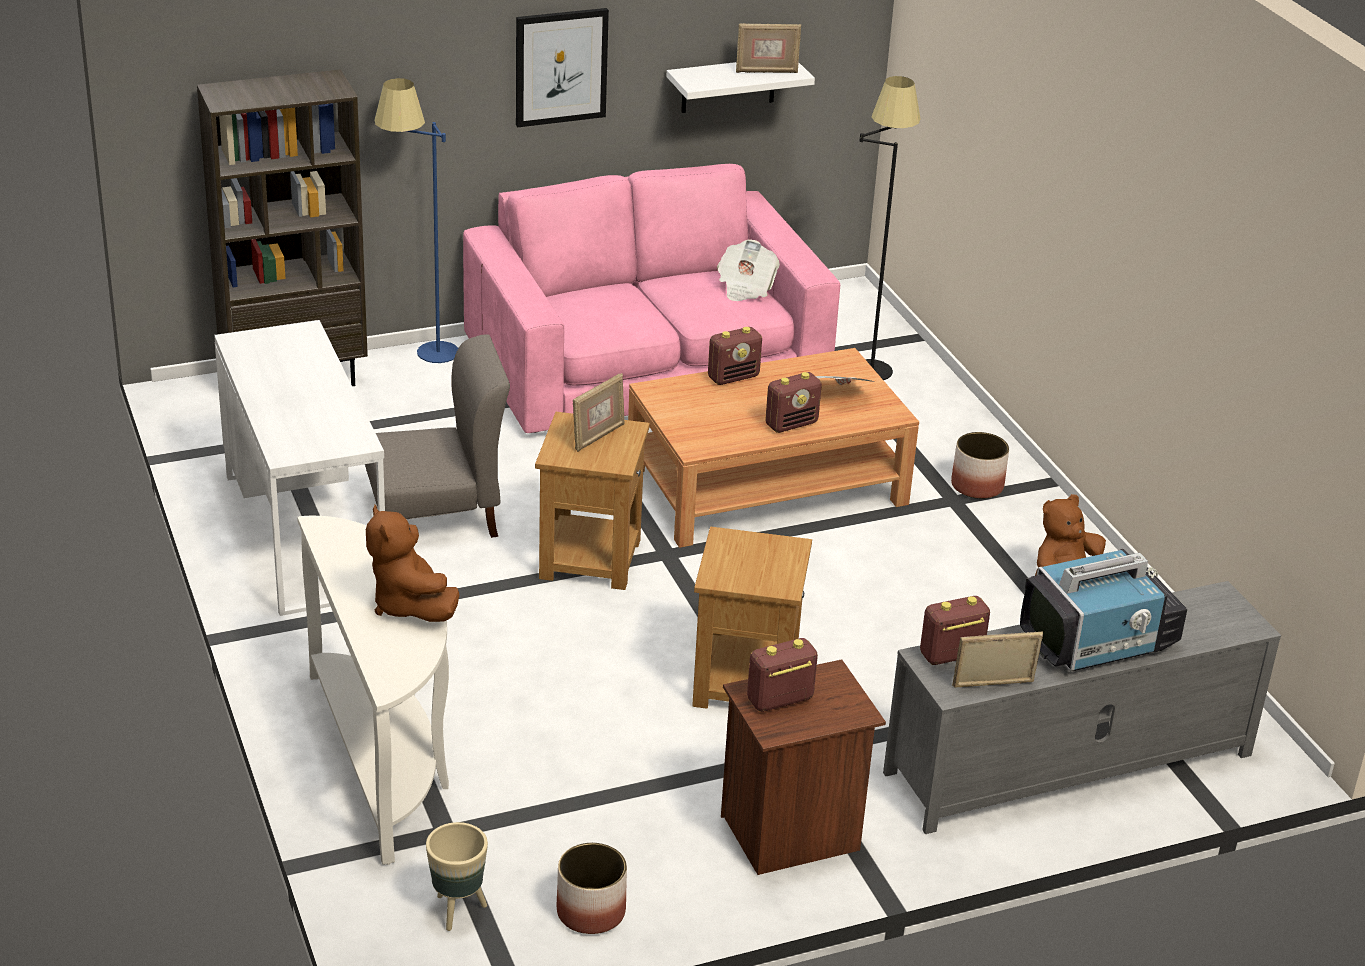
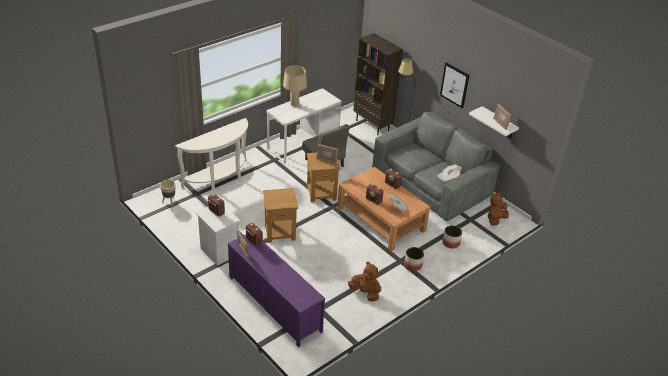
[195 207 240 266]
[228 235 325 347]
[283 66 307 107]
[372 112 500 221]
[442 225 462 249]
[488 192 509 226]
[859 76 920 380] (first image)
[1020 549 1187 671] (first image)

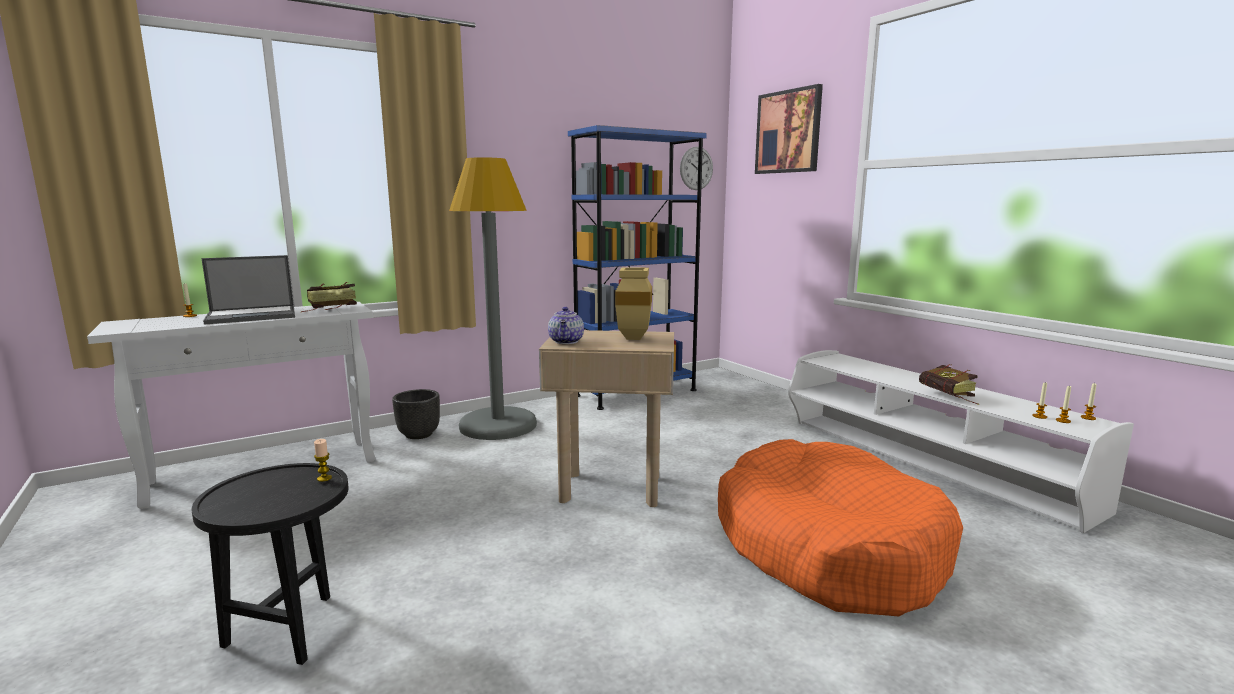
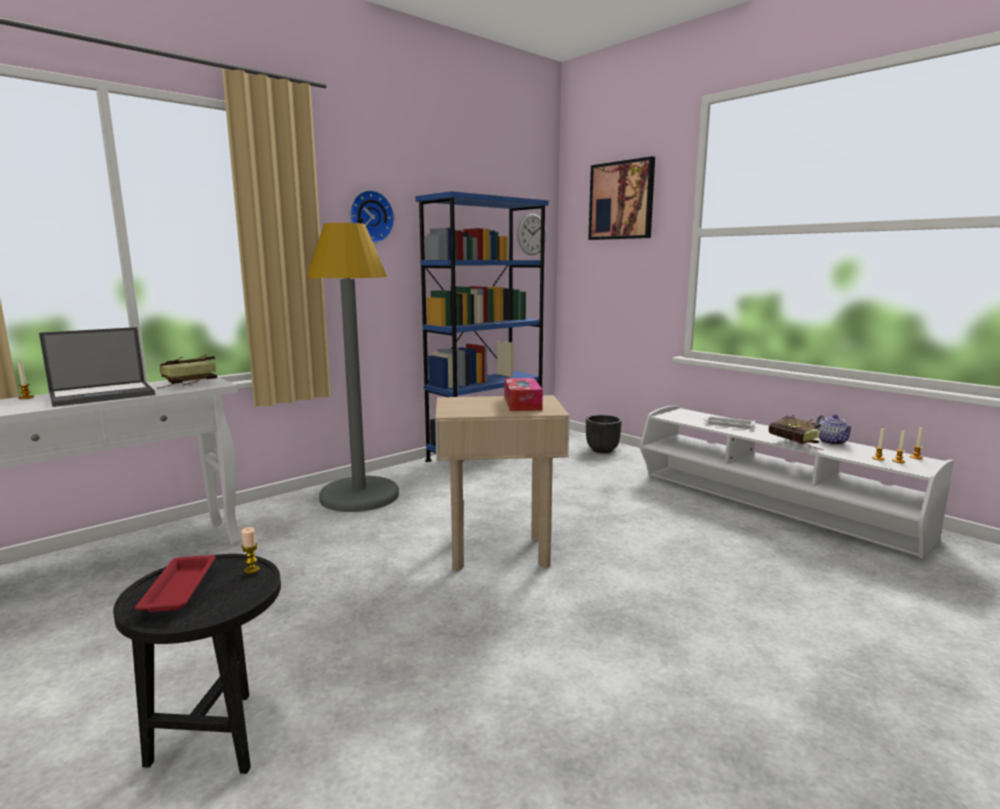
[135 555 216 612]
[349 190 395 243]
[505 378 543 411]
[586 415 622 453]
[704 416 756 429]
[817 414 853 445]
[718 439 963 616] (first image)

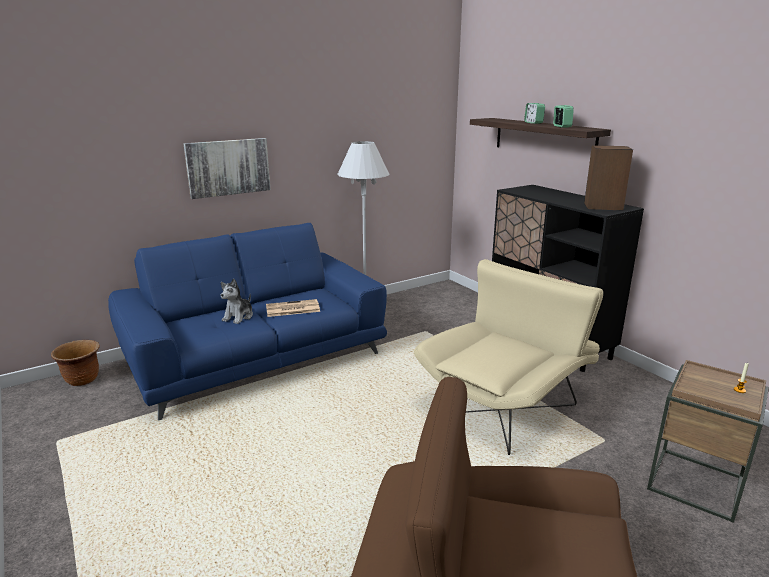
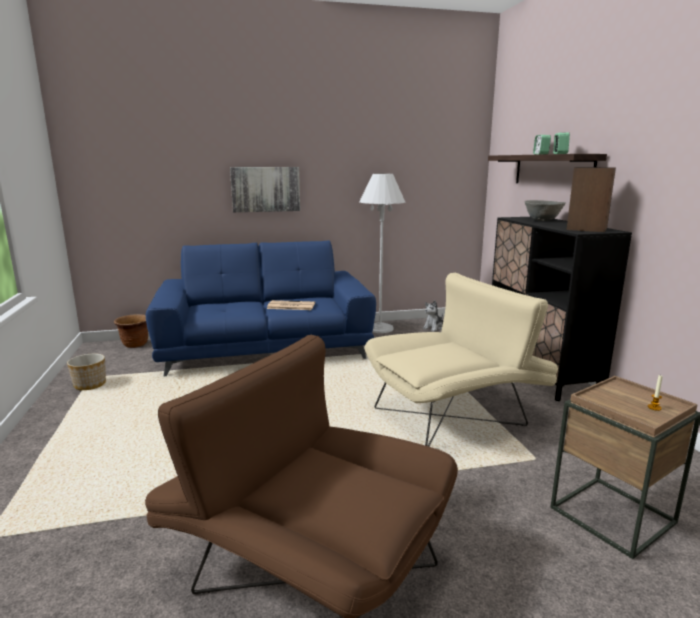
[67 354 106 391]
[423 300 443 332]
[524 200 566 221]

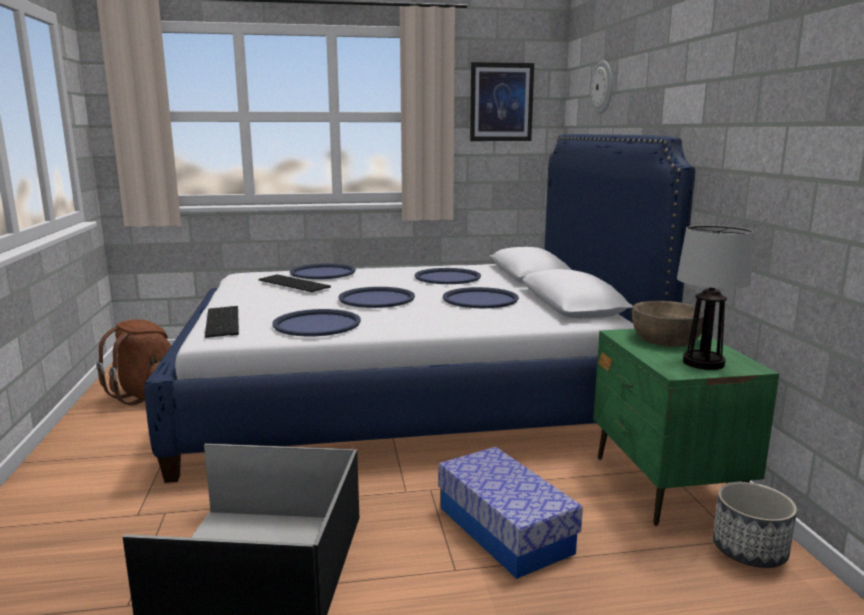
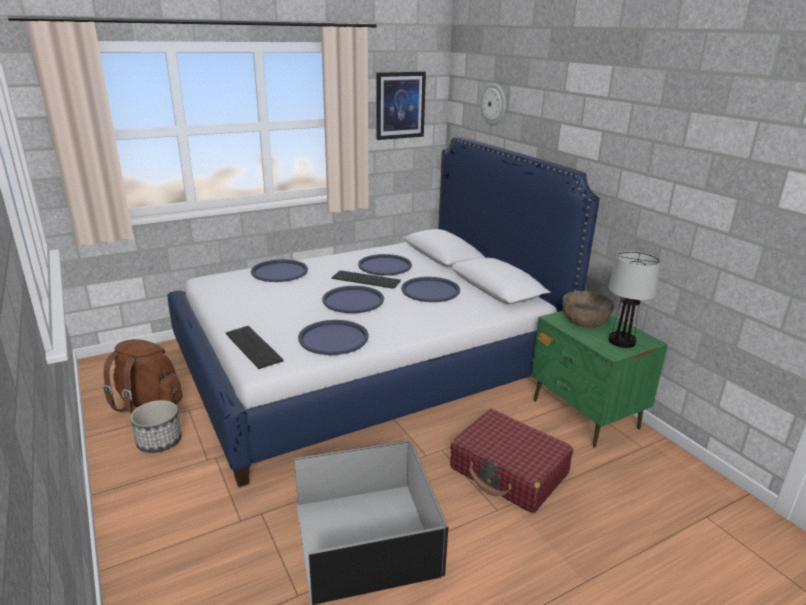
[130 400 182 453]
[332 270 401 289]
[450 409 573 513]

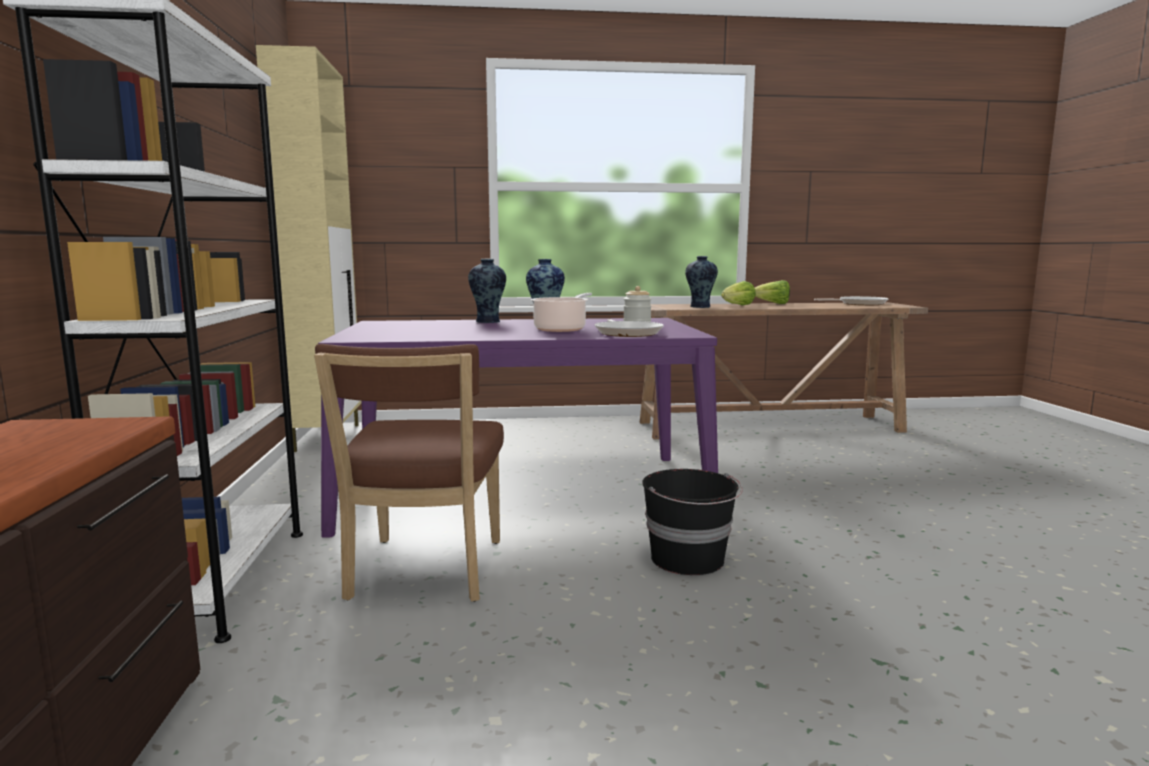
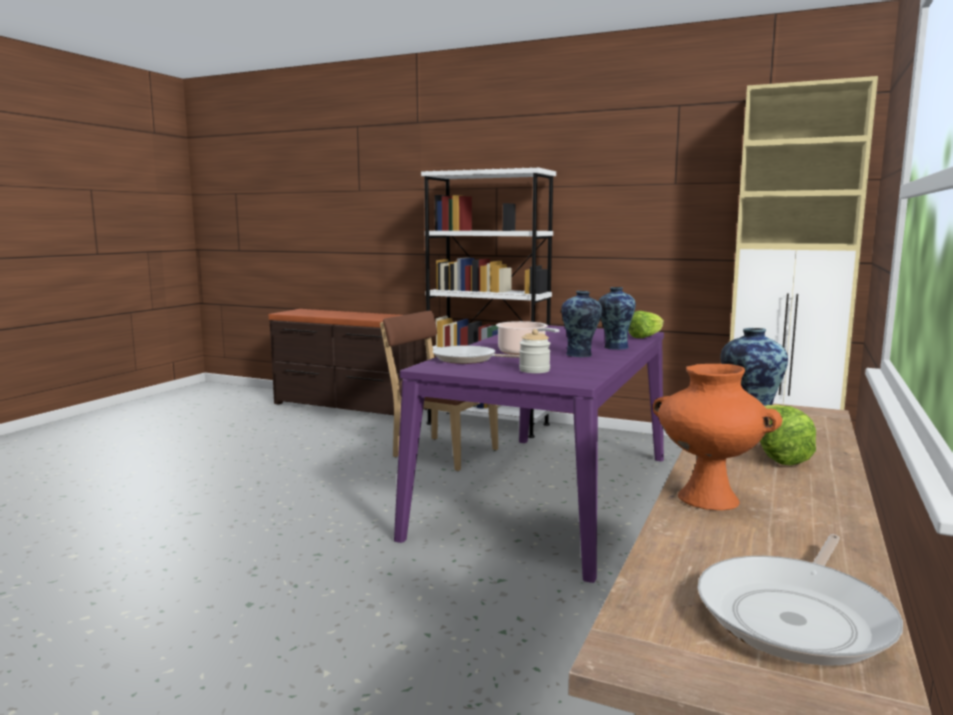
[628 311 664 338]
[653 364 783 510]
[642 469 743 575] (first image)

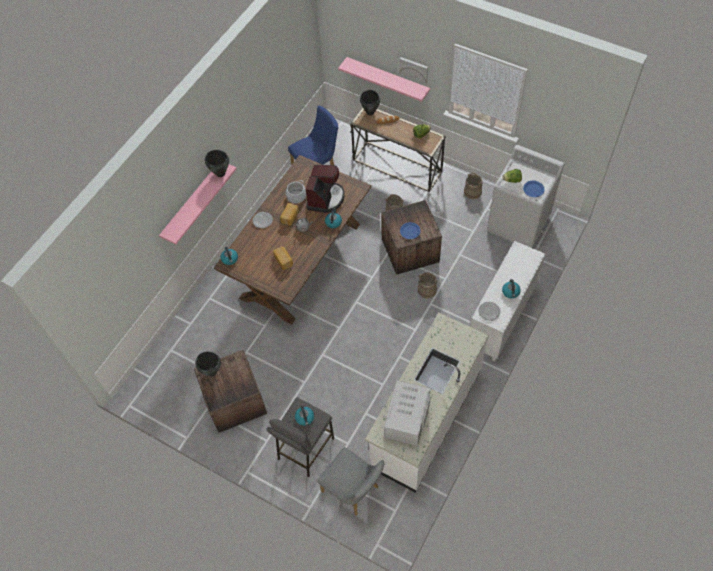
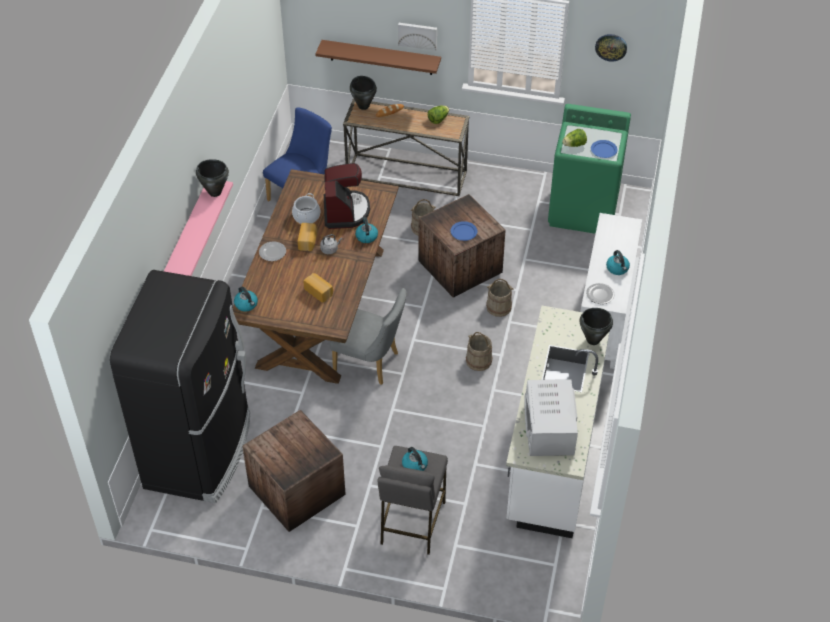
[110 270 250 503]
[316 40 441 75]
[330 288 406 385]
[466 332 492 371]
[548 104 631 234]
[580 308 613 345]
[595 34 627 62]

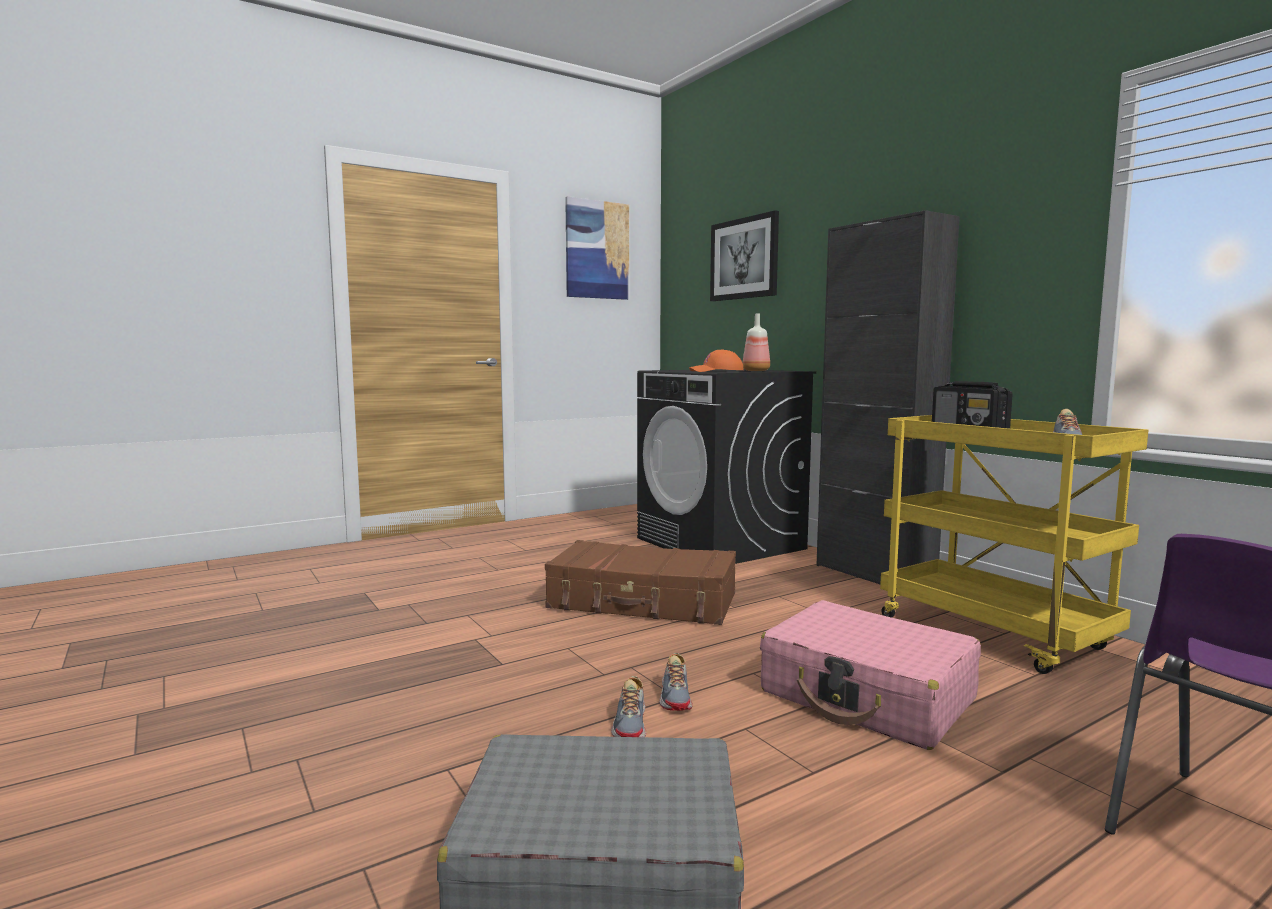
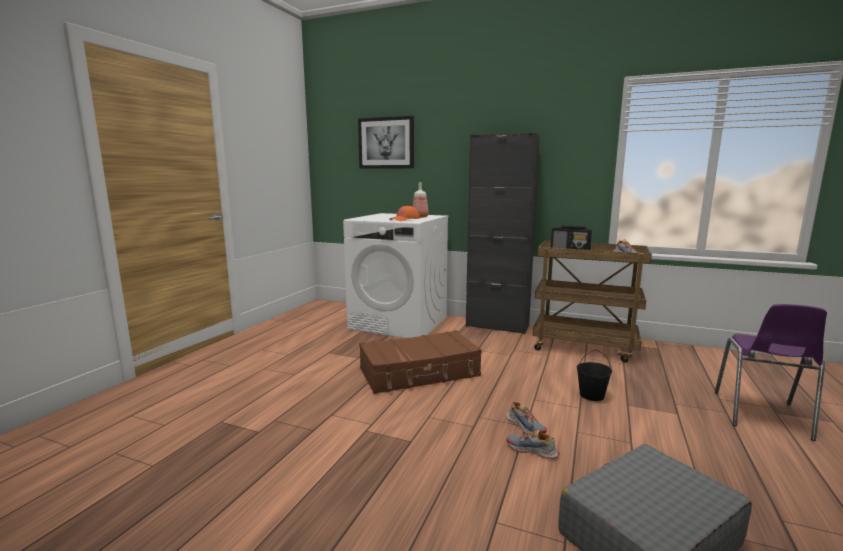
[343 213 449 338]
[507 429 560 459]
[533 240 652 362]
[577 350 612 401]
[565 196 629 300] (first image)

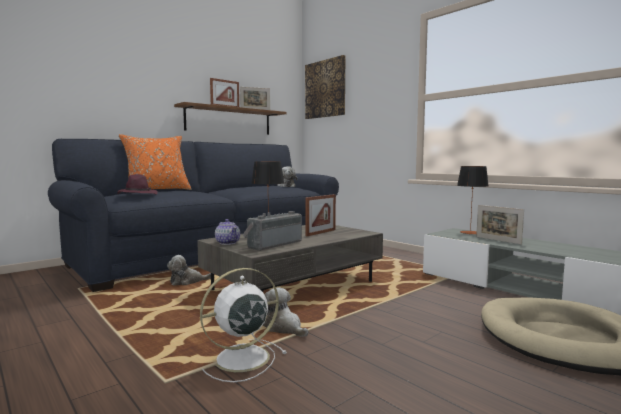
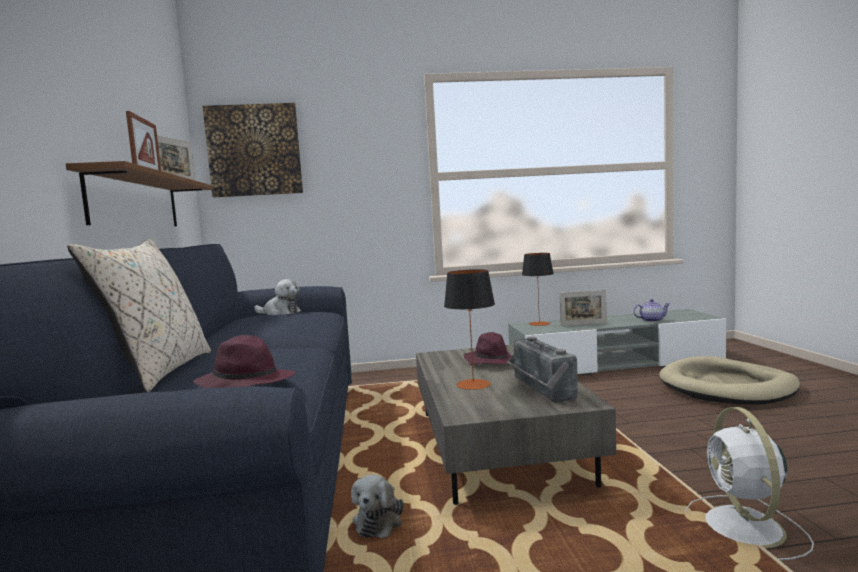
[67 239 211 392]
[464 332 512 365]
[633 299 670 322]
[263 287 309 337] (first image)

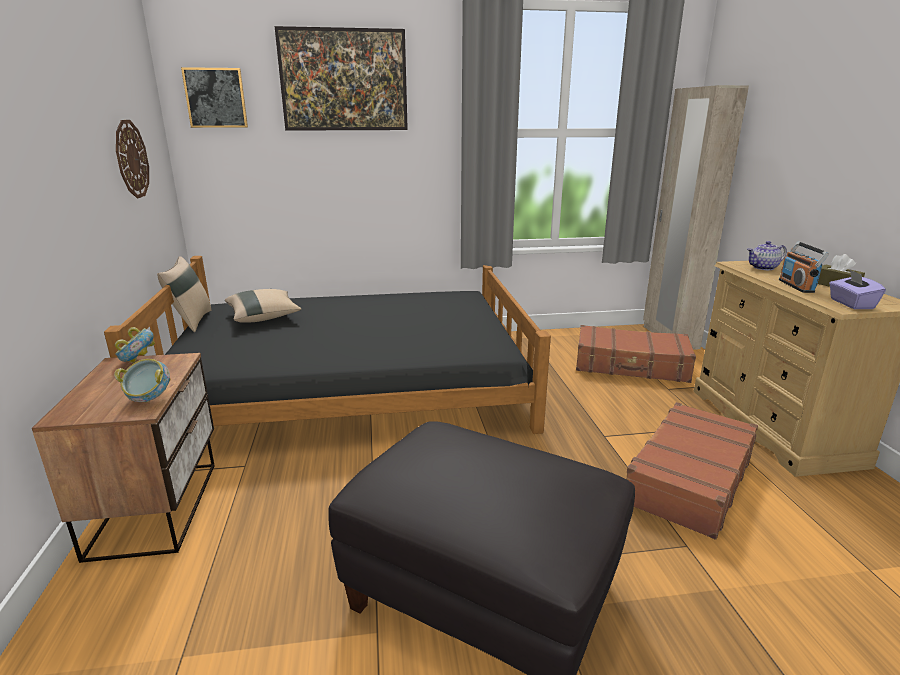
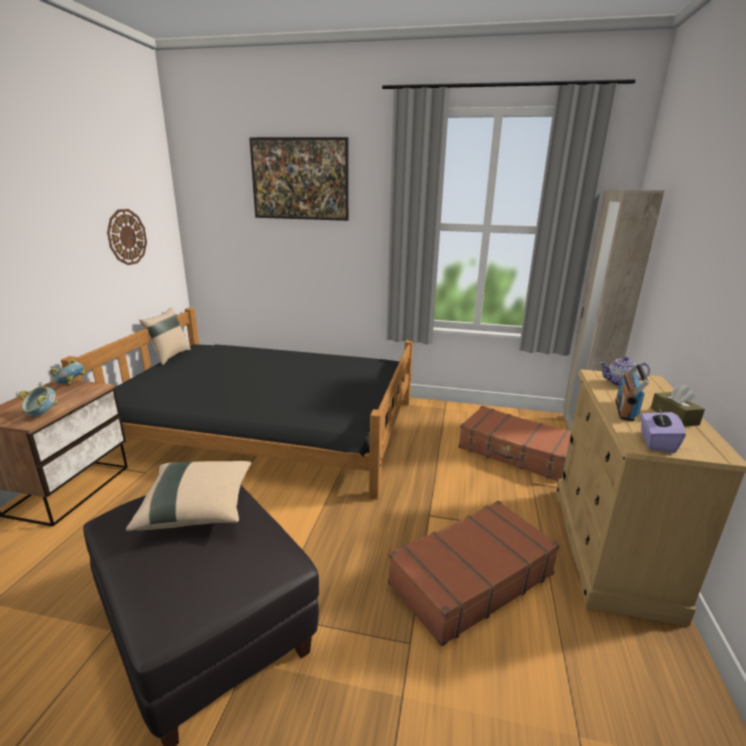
[126 461 251 531]
[181 67 248 128] (first image)

